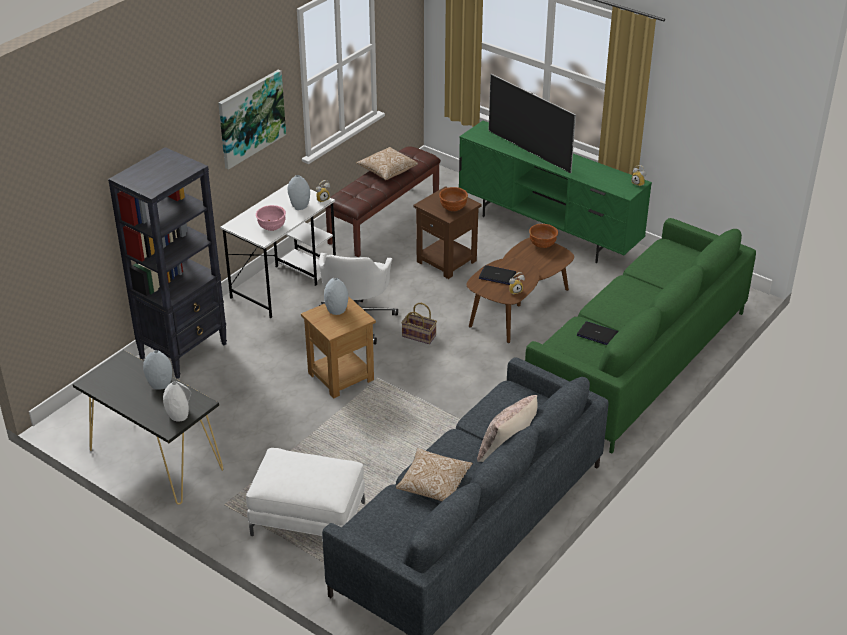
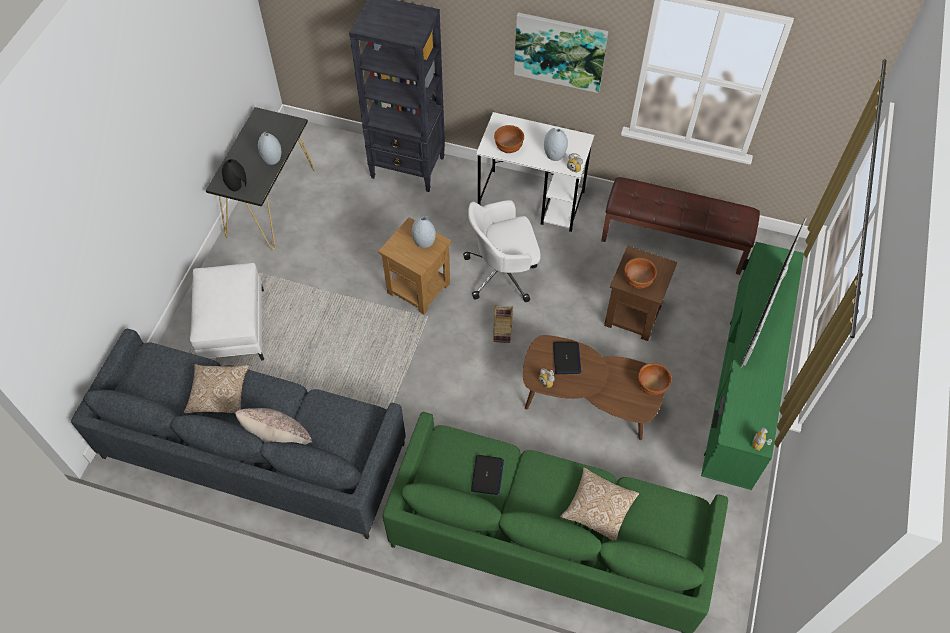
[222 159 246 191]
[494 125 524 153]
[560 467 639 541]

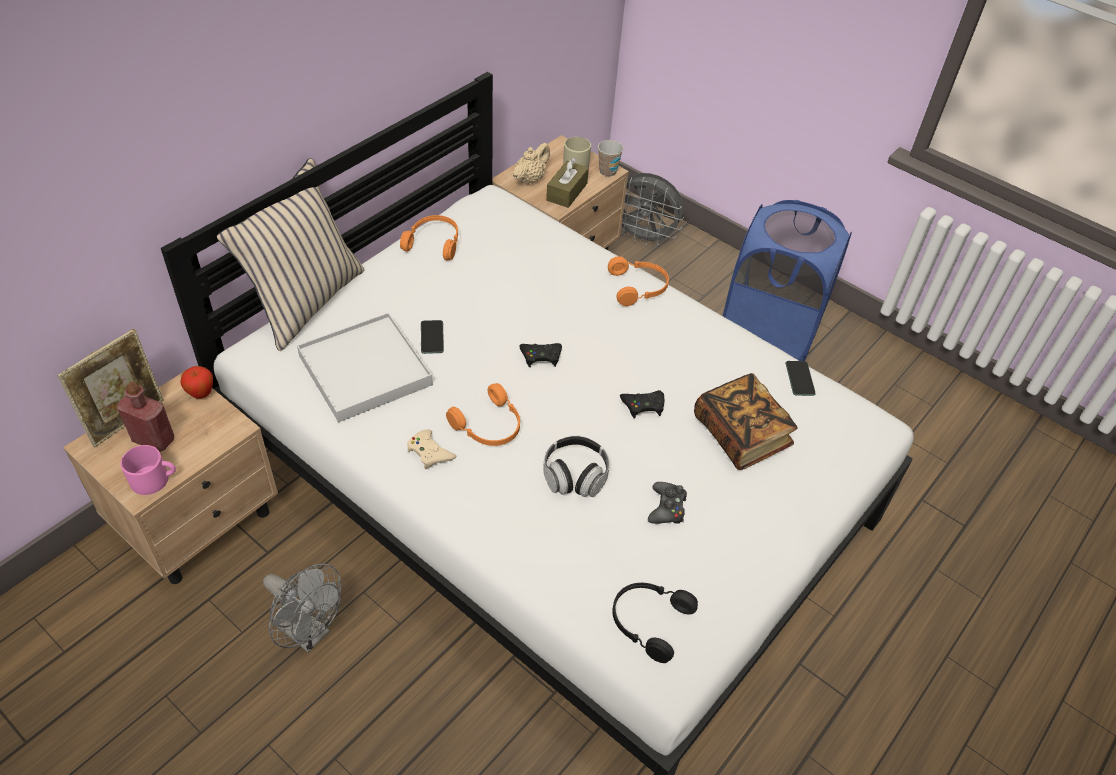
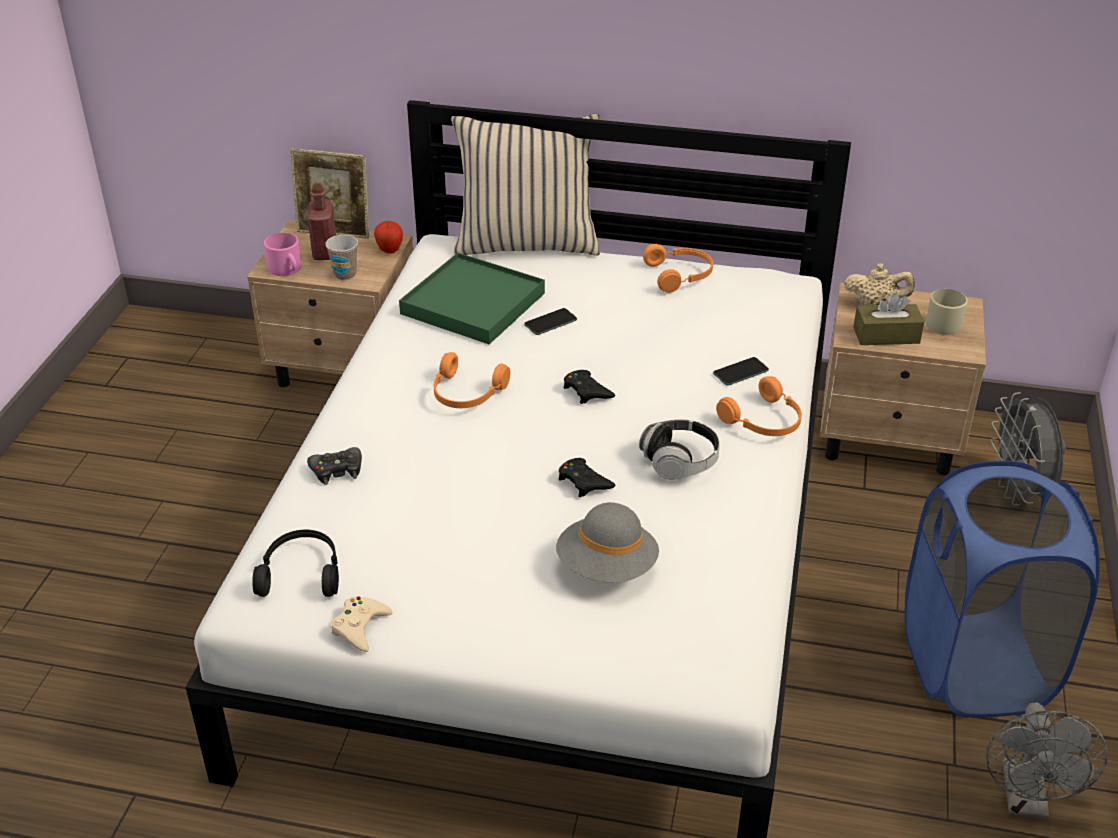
[307 447 362 485]
[325 235 358 280]
[330 596 392 652]
[399 253 545 344]
[556 502 659 583]
[639 419 720 480]
[713 357 769 385]
[986 703 1108 819]

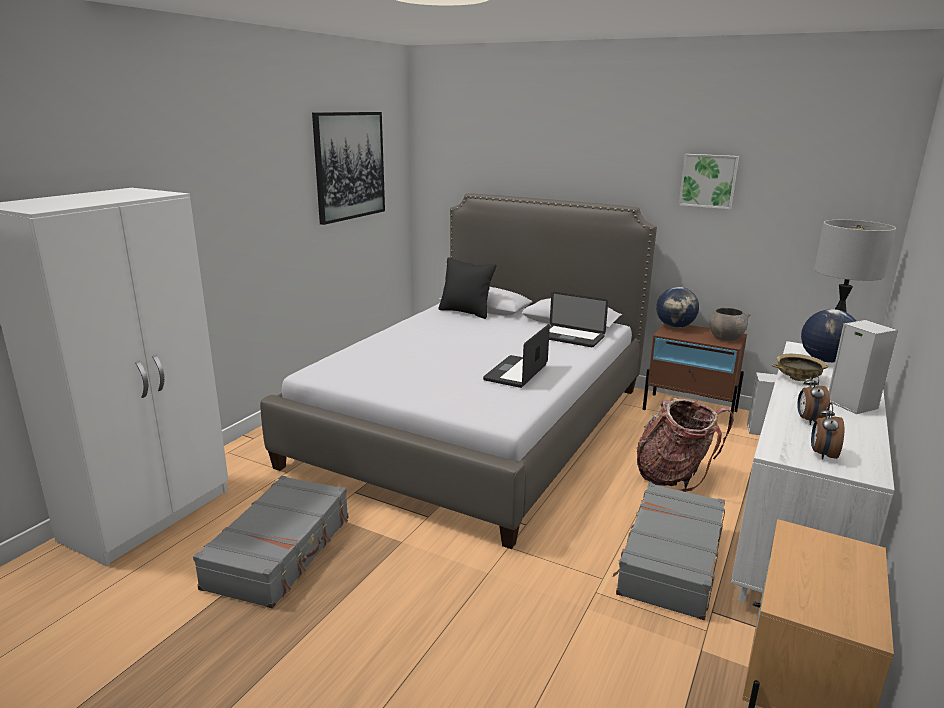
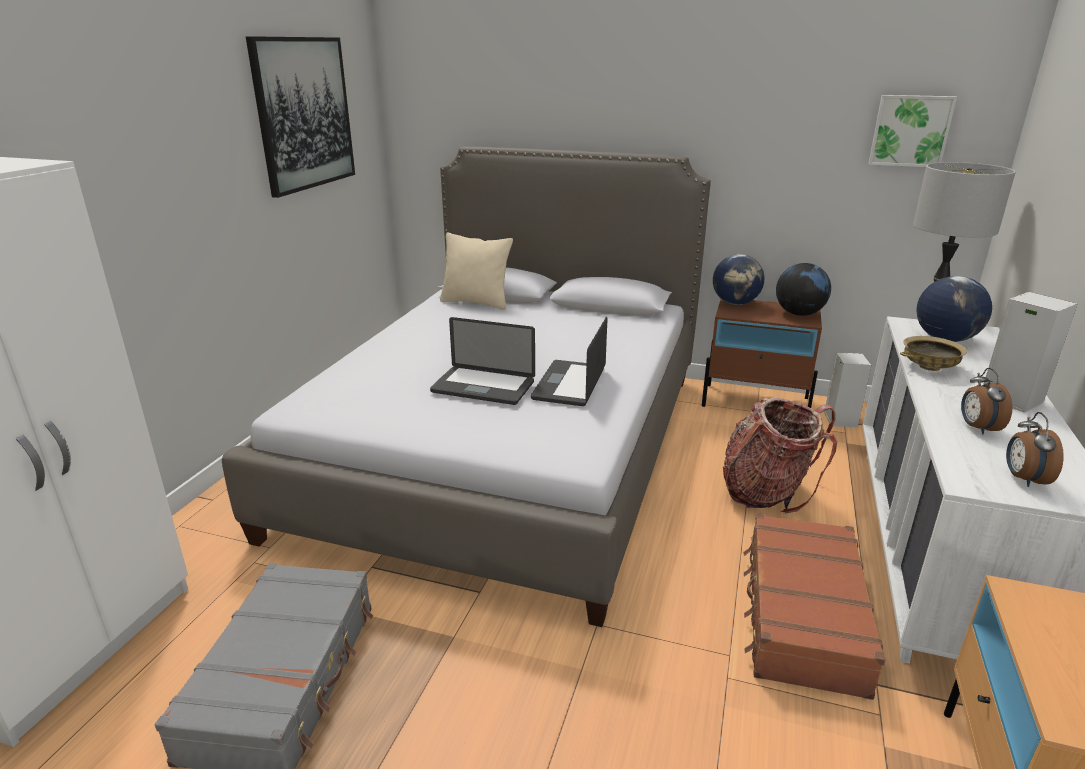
[430 317 535 405]
[440 232 513 309]
[743 513 886 700]
[776 263 831 316]
[868 95 957 167]

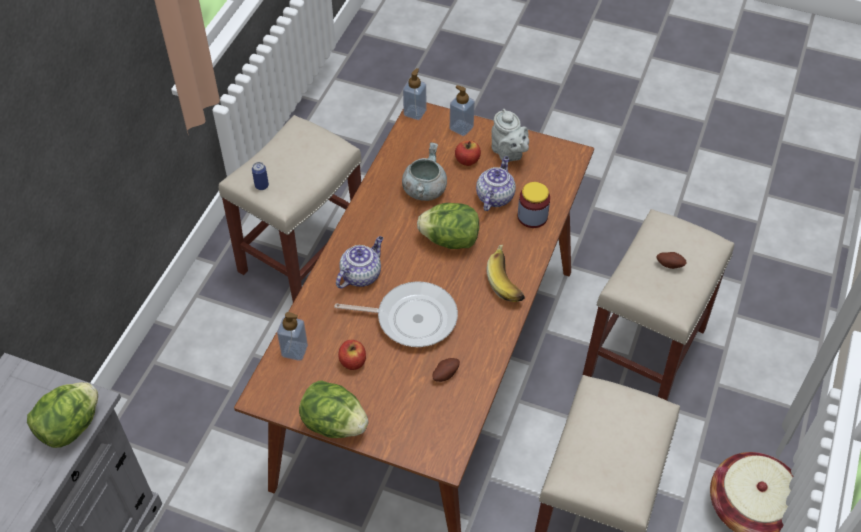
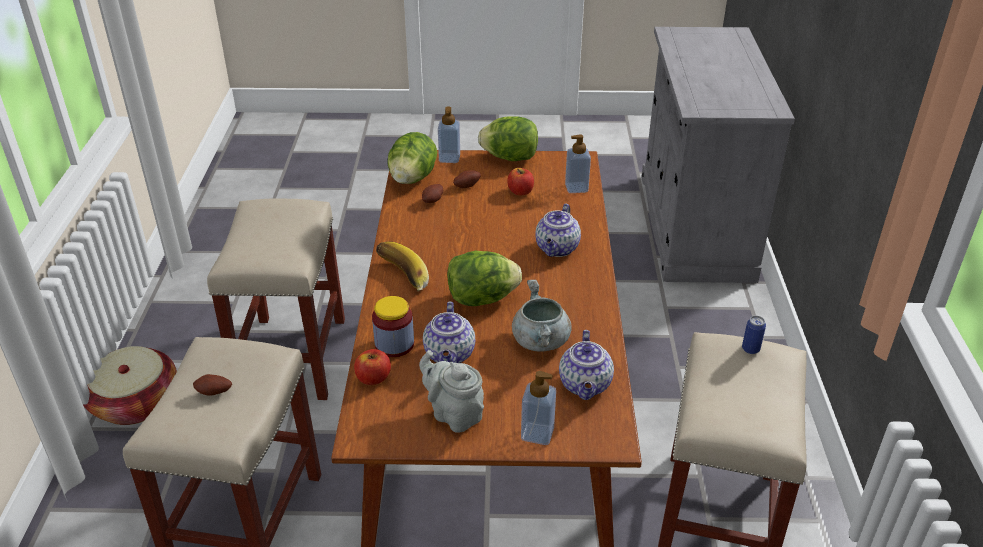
[354 349 391 385]
[387 132 437 184]
[438 106 460 163]
[453 170 481 188]
[559 330 614 400]
[334 281 458 347] (first image)

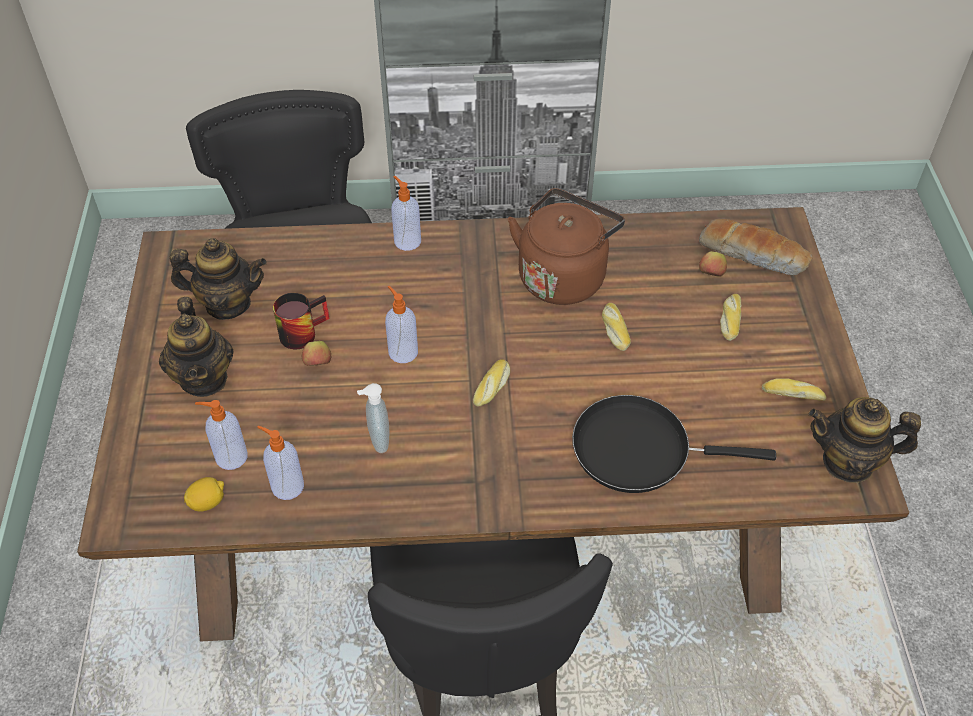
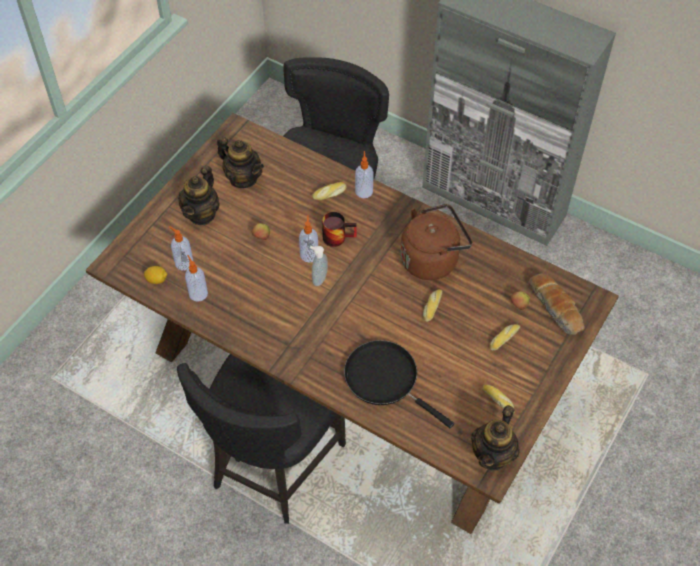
[310 246 328 286]
[312 182 347 200]
[322 212 357 247]
[471 405 520 471]

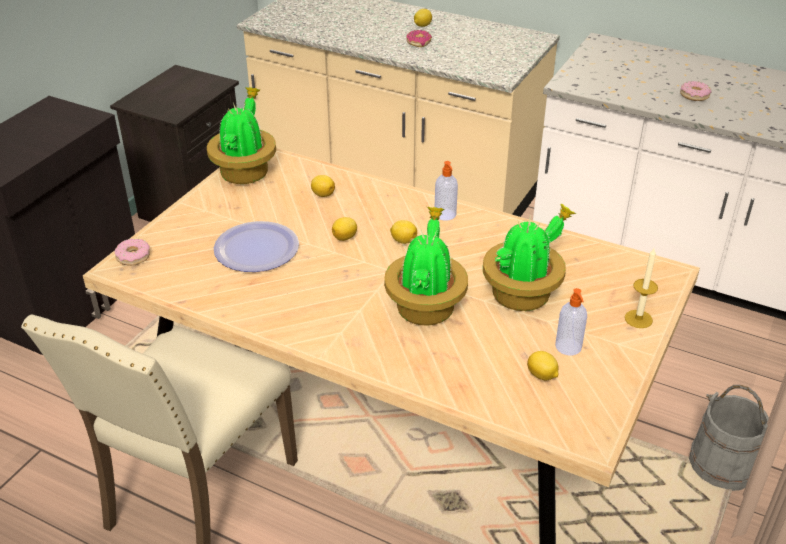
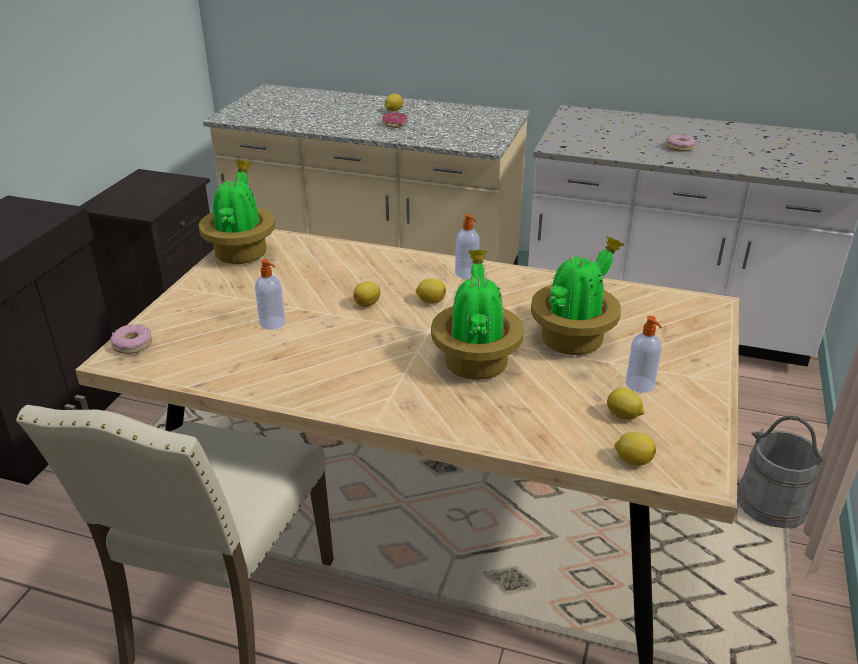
[255 259 285 330]
[614 432 656 466]
[625 248 658 328] (first image)

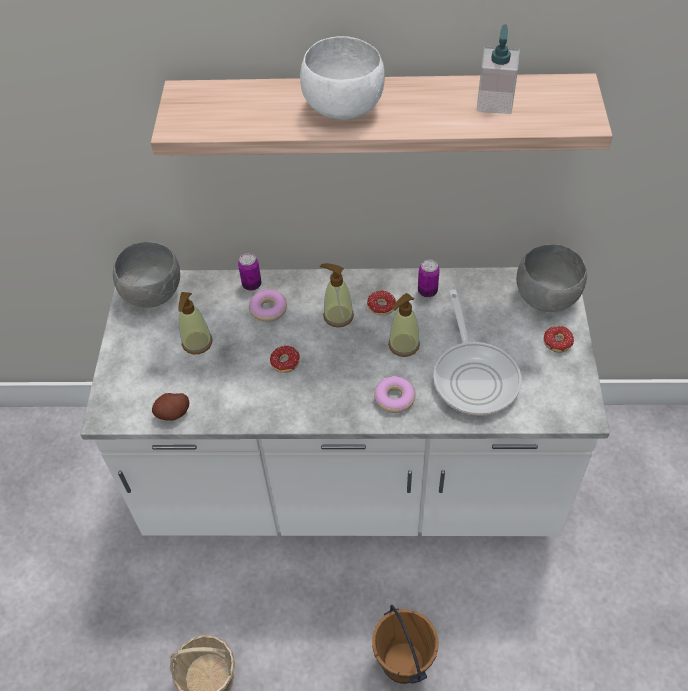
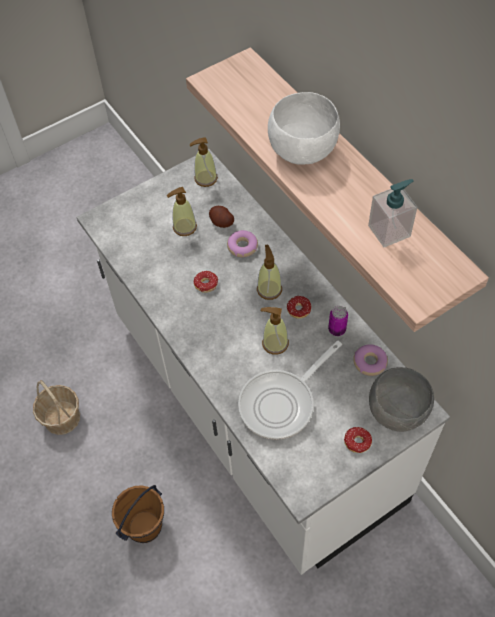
[189 137 218 187]
[209 206 234 228]
[353 345 388 376]
[238 253 262 291] (first image)

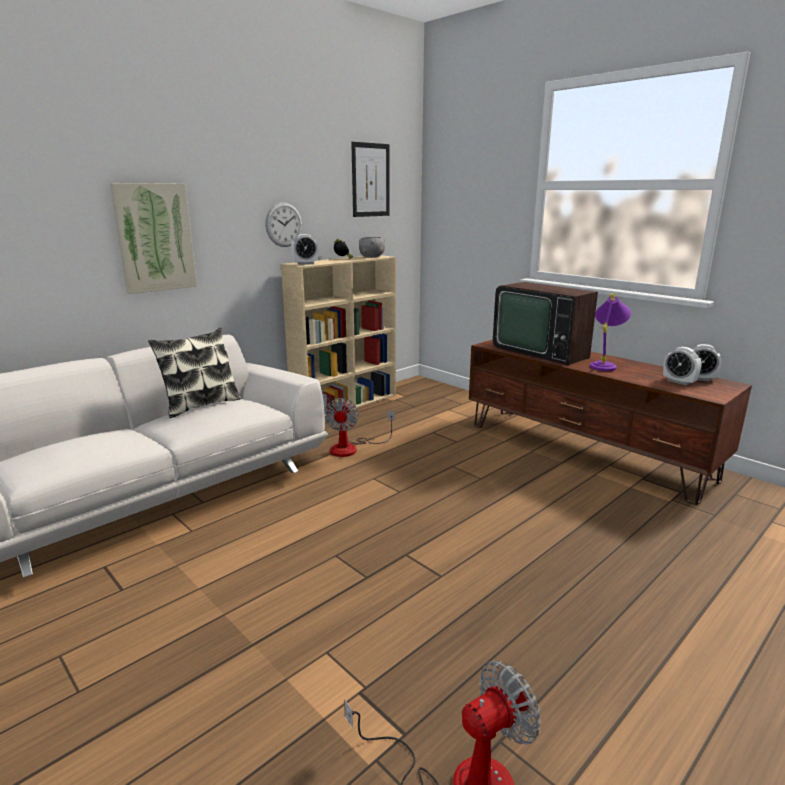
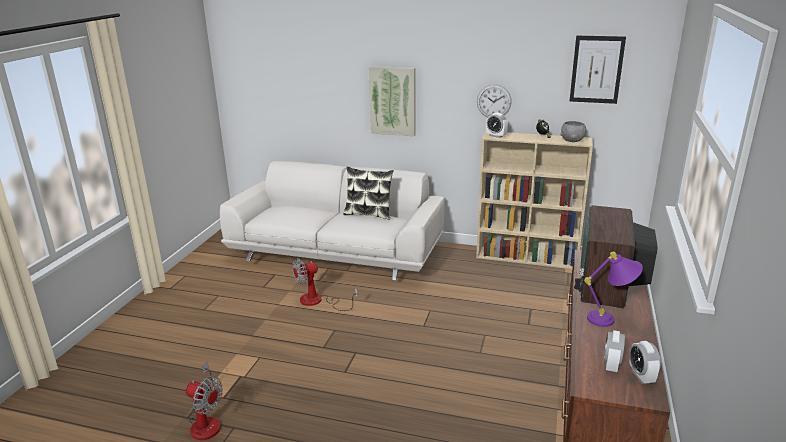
[292 258 358 311]

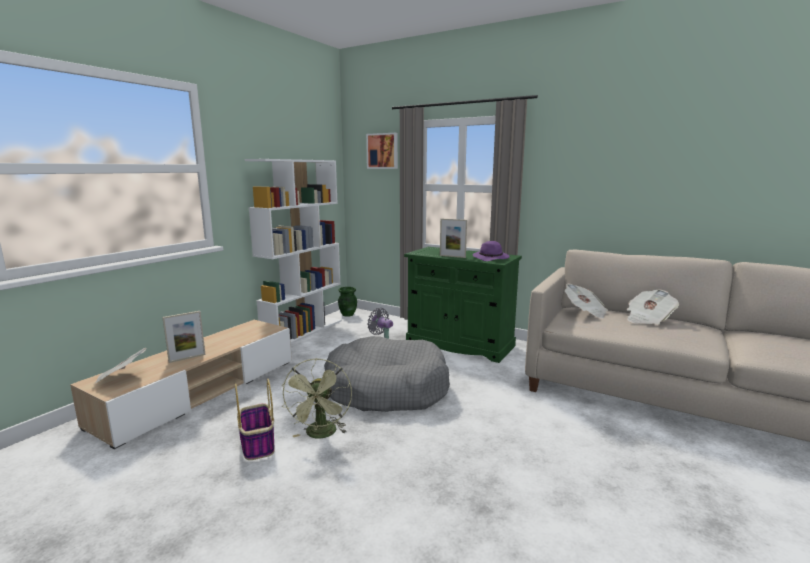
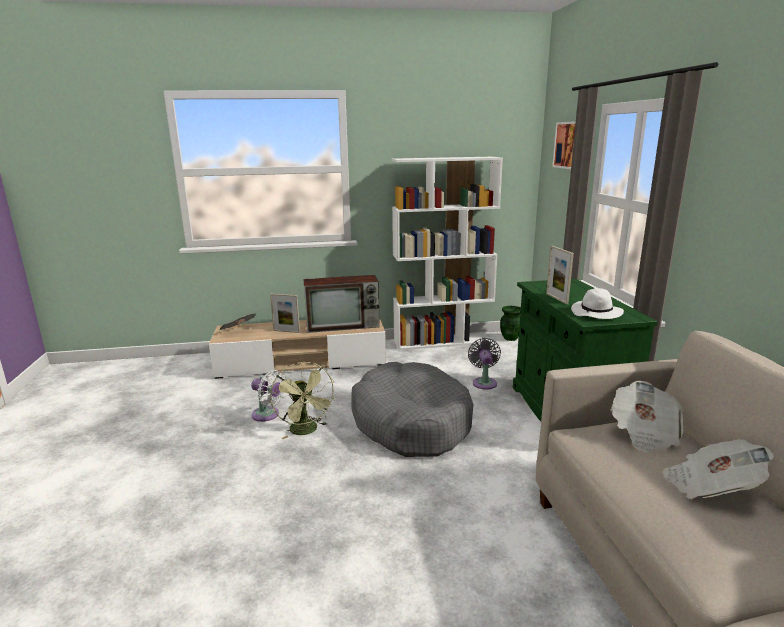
[251 370 285 422]
[270 362 336 439]
[303 275 380 333]
[571 288 624 319]

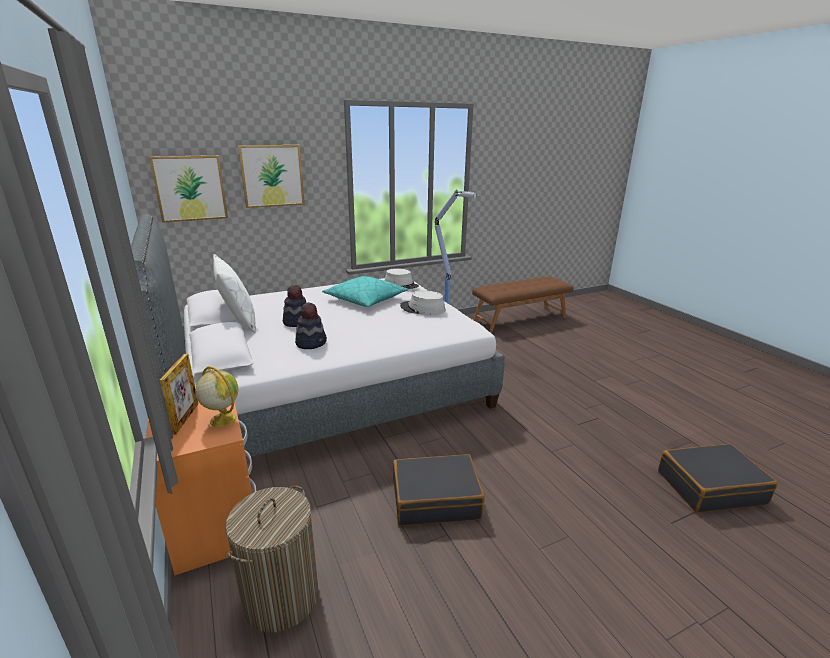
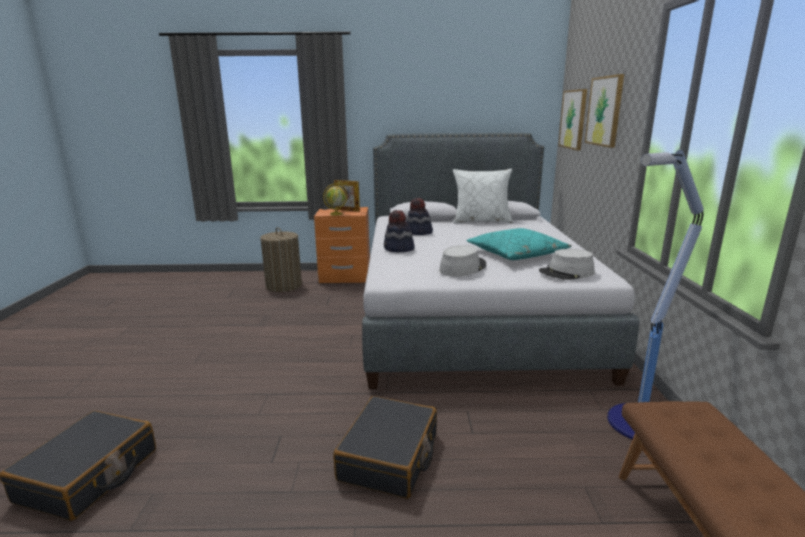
[333 396 437 499]
[384 210 415 252]

